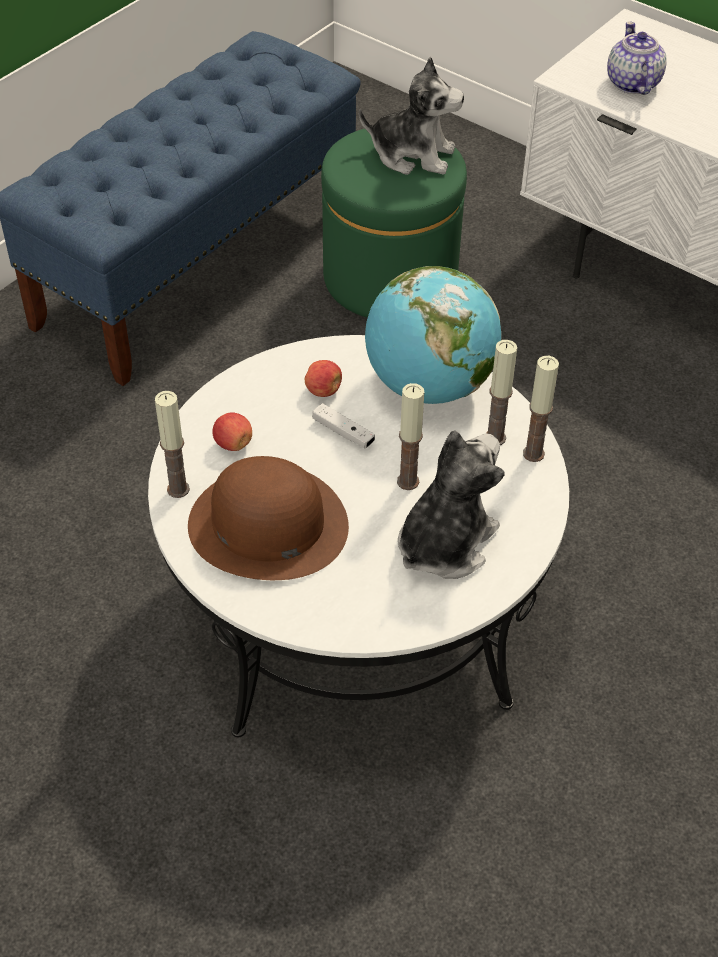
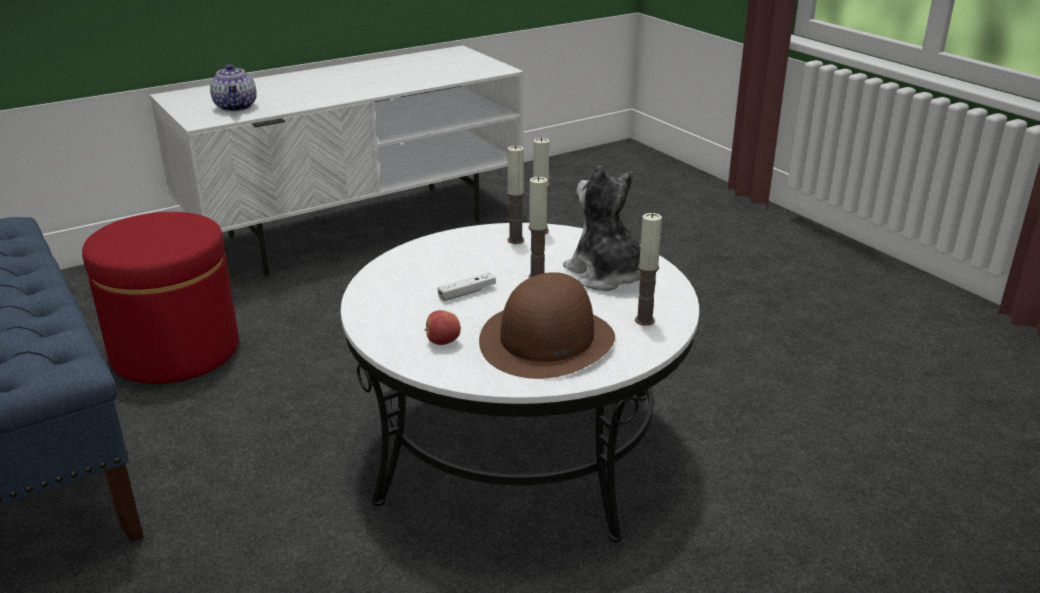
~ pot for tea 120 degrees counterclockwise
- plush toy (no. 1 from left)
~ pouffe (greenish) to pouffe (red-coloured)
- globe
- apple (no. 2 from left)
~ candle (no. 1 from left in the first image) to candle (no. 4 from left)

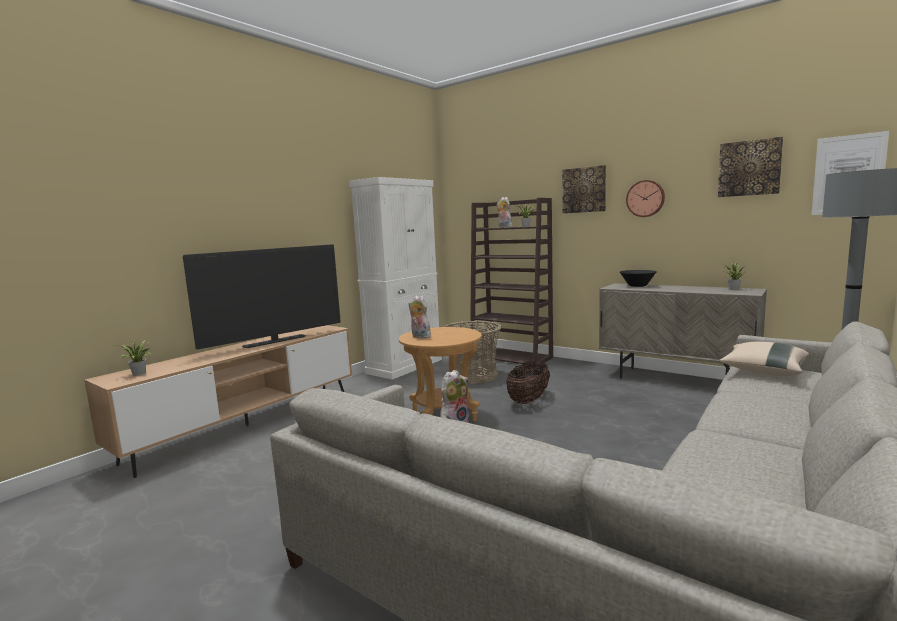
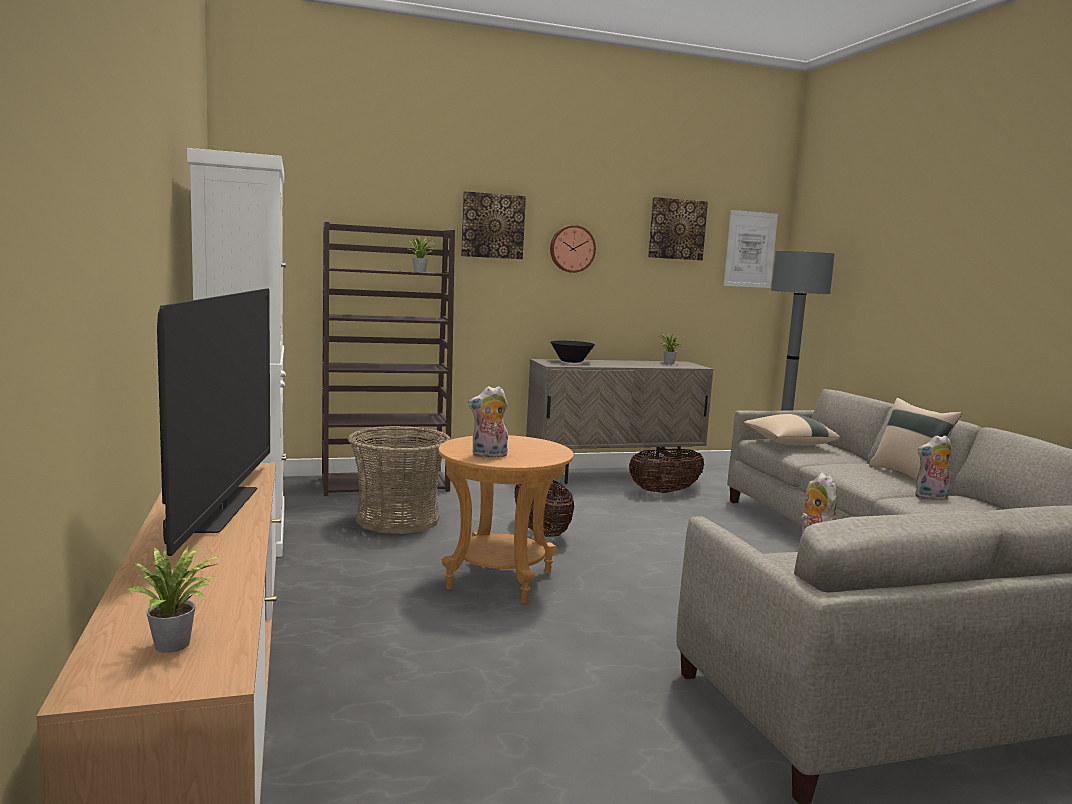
~ plush toy (no. 3 from left)
+ pillow (beige) (no. 2 from left)
+ household basket (no. 3 from left)

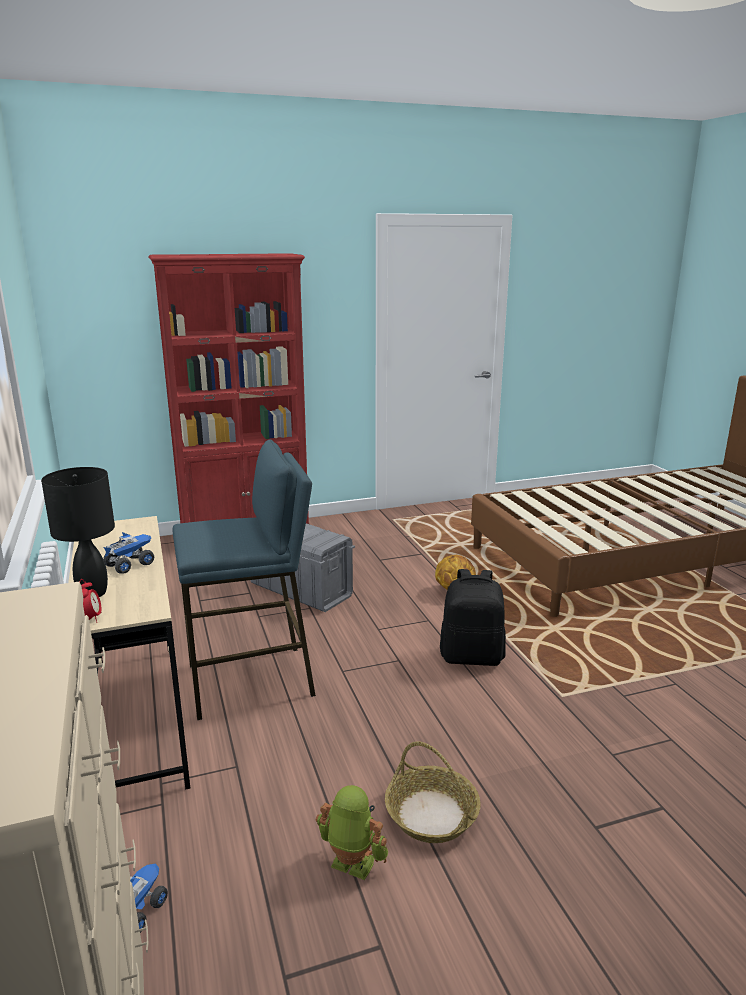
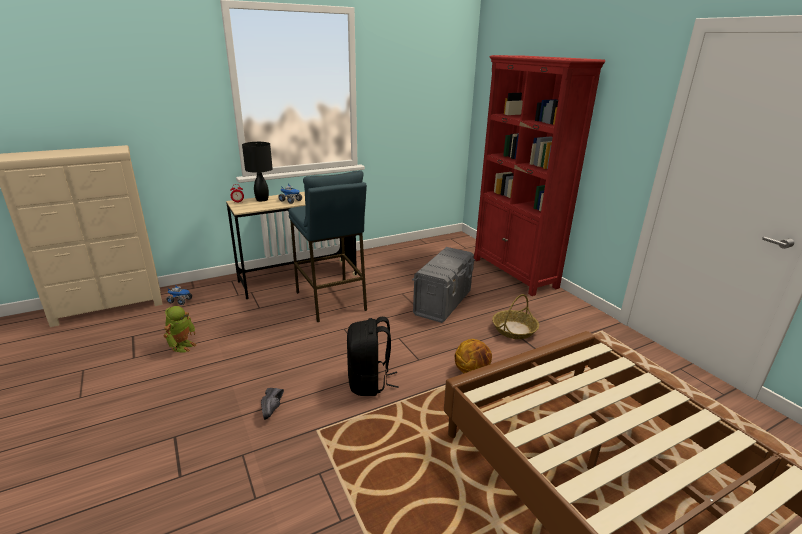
~ household basket
+ item of footwear (black-coloured)

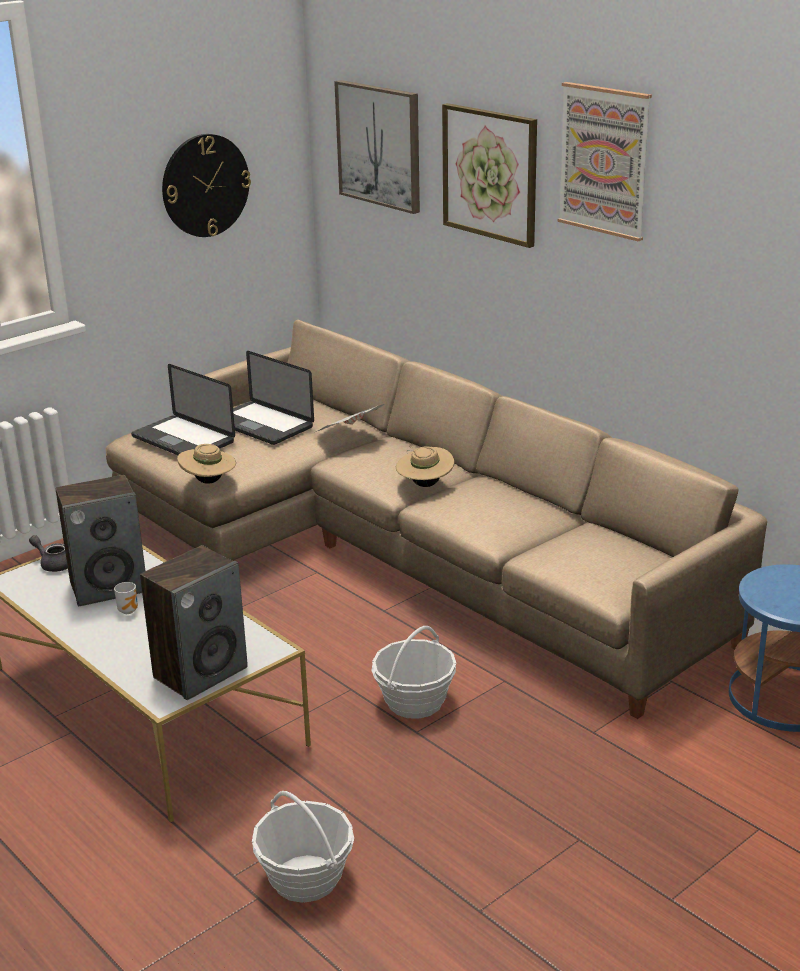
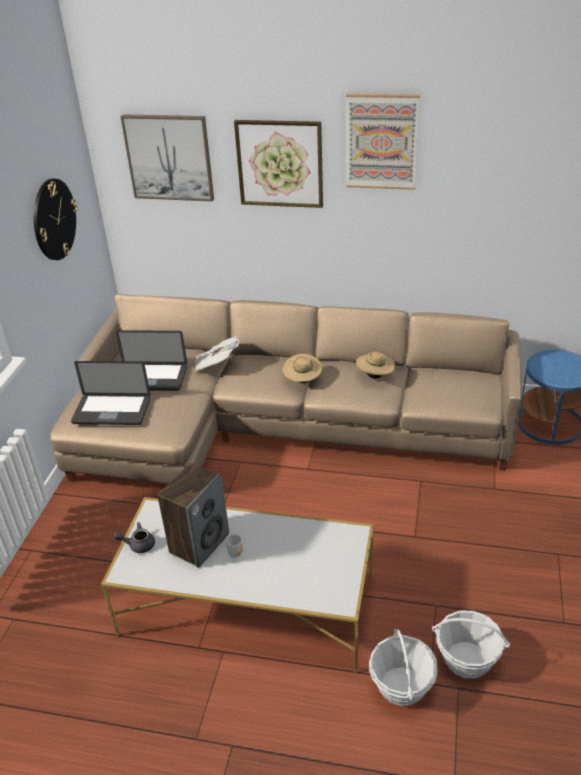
~ wearable hat (beige) (no. 1 from left in the first image) to wearable hat (beige) (no. 2 from left)
- audio speaker (no. 2 from left)
~ household basket (no. 2 from left in the first image) to household basket (no. 1 from left)

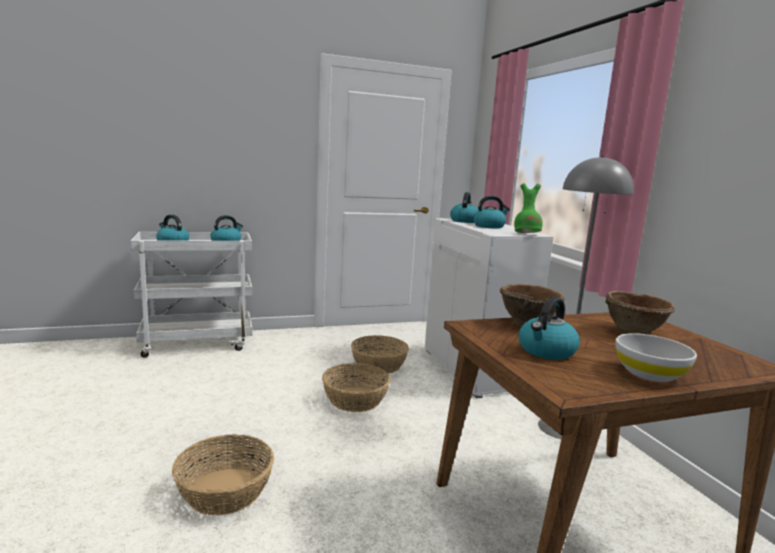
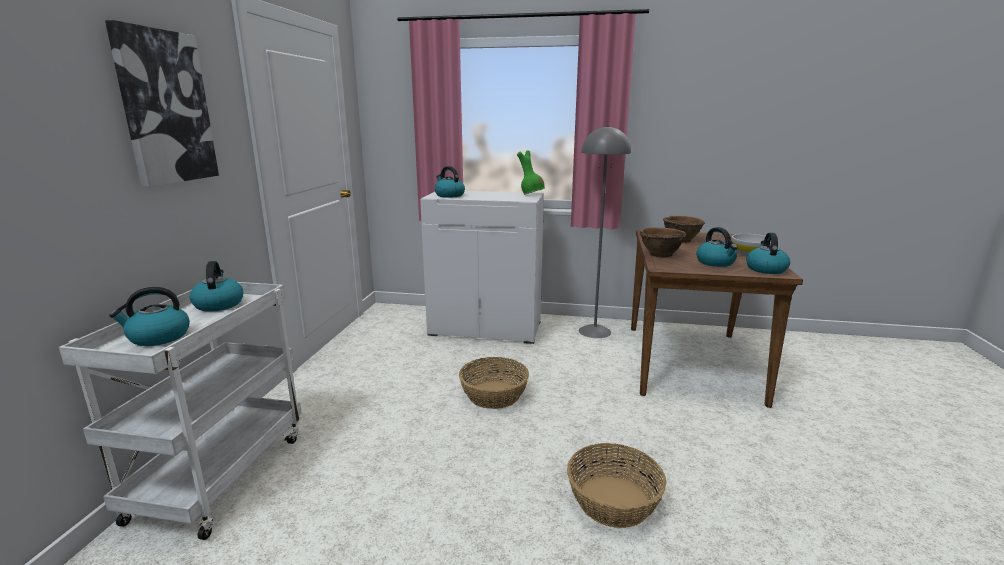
~ tea kettle (no. 4 from left in the first image) to tea kettle (no. 5 from left)
- household basket (no. 3 from left)
+ picture

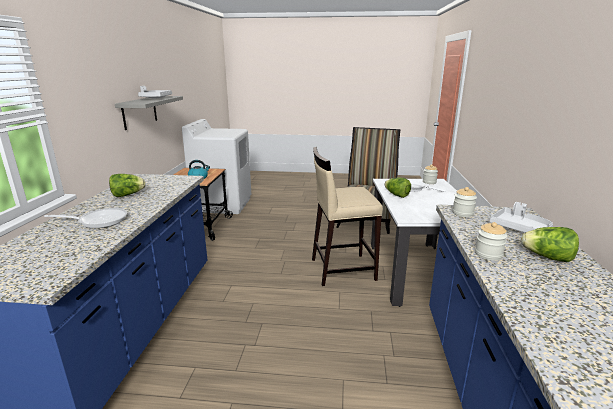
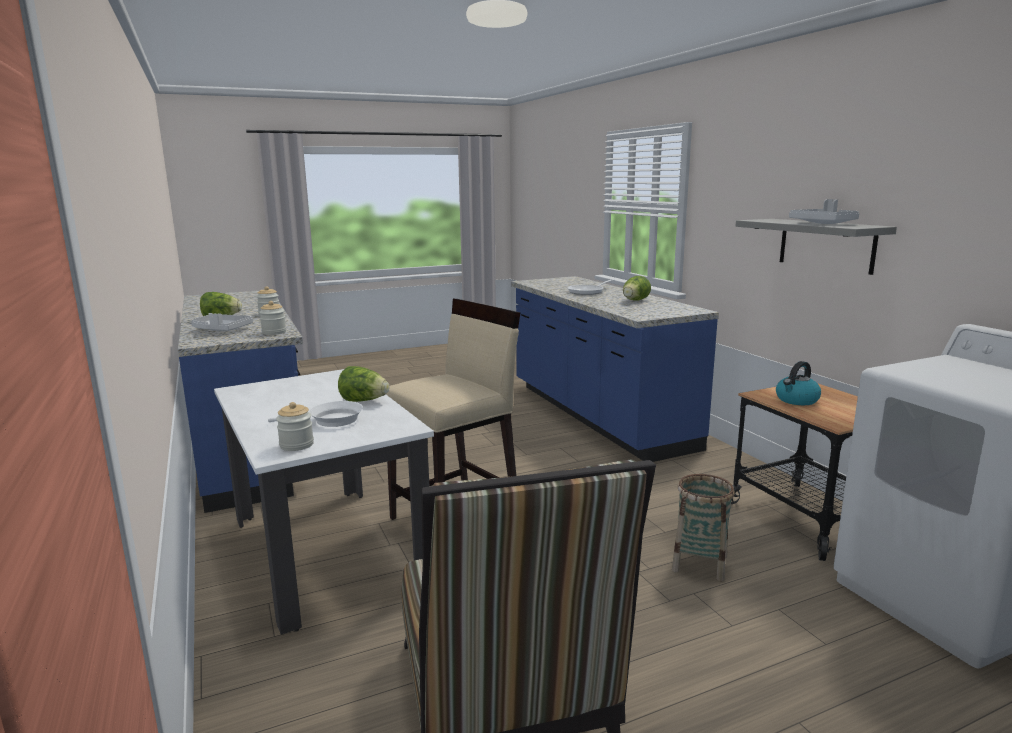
+ household basket

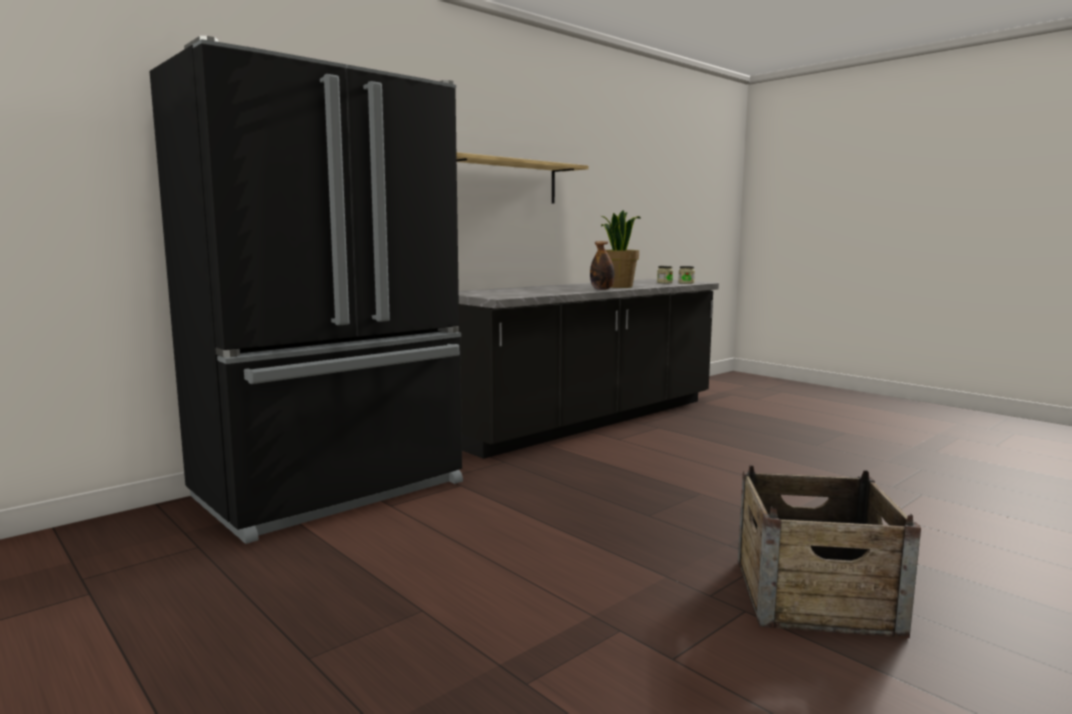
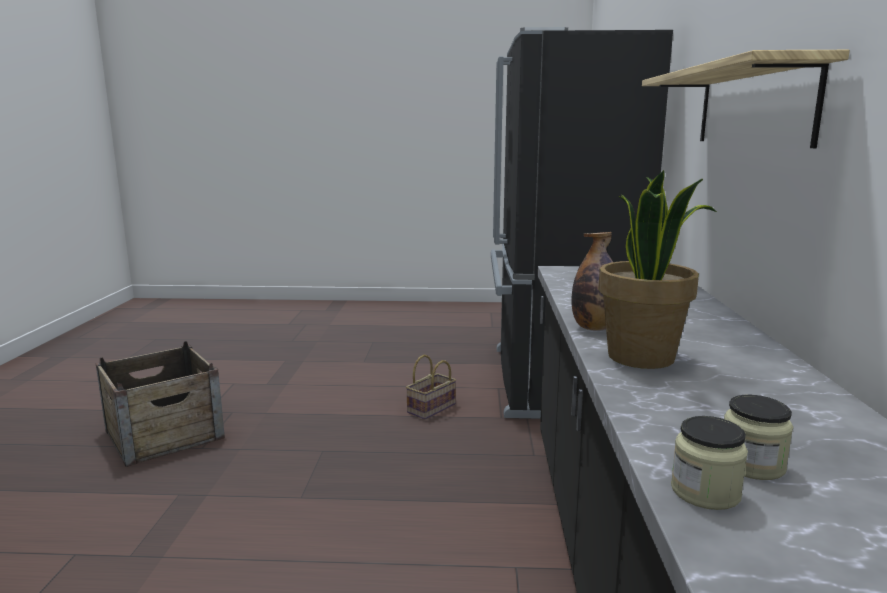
+ household basket

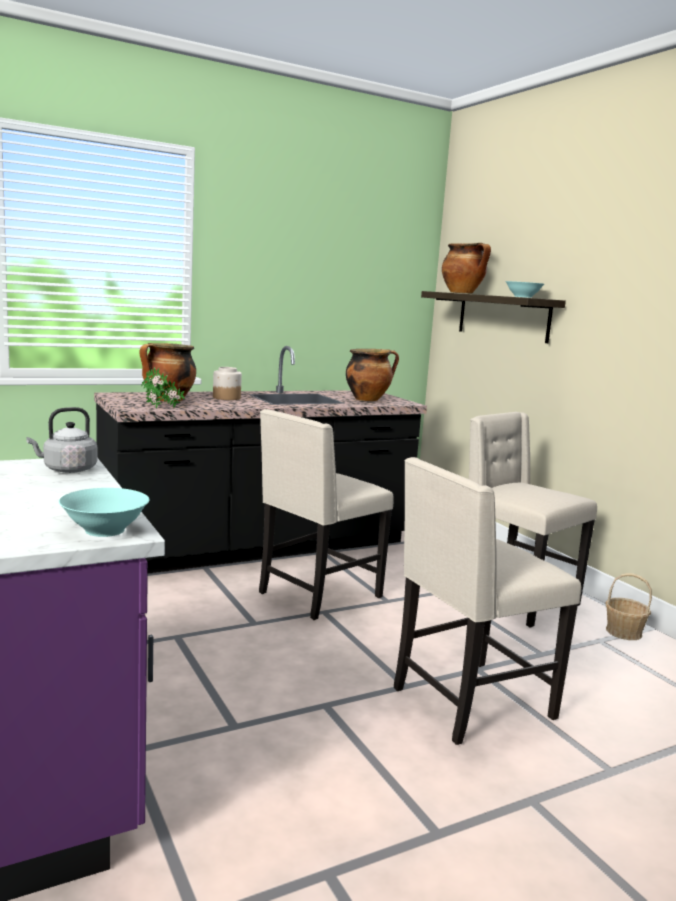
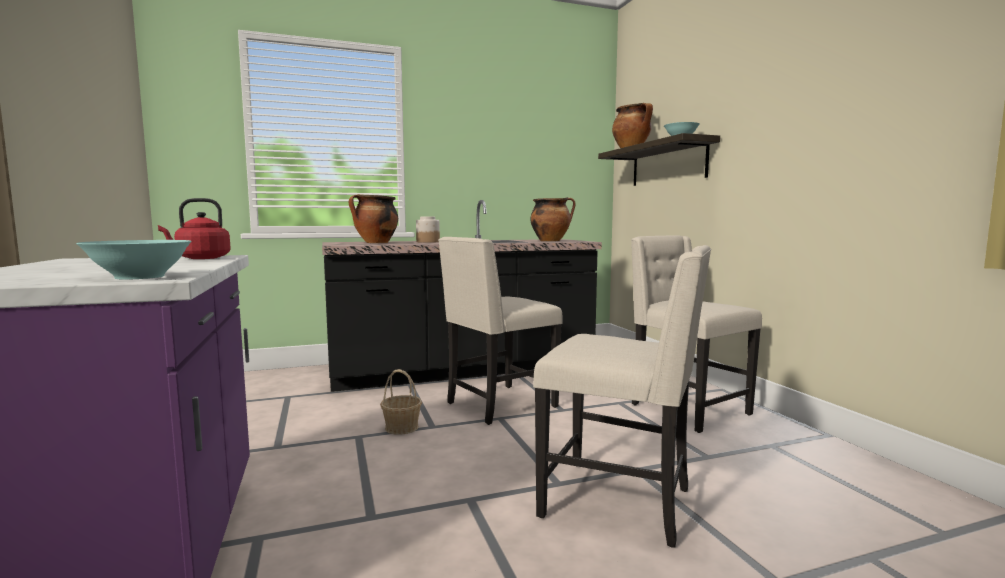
- potted plant
~ tea kettle (gray) to tea kettle (red-coloured)
~ chair (beige) (no. 2 from left) 135 degrees counterclockwise
~ household basket

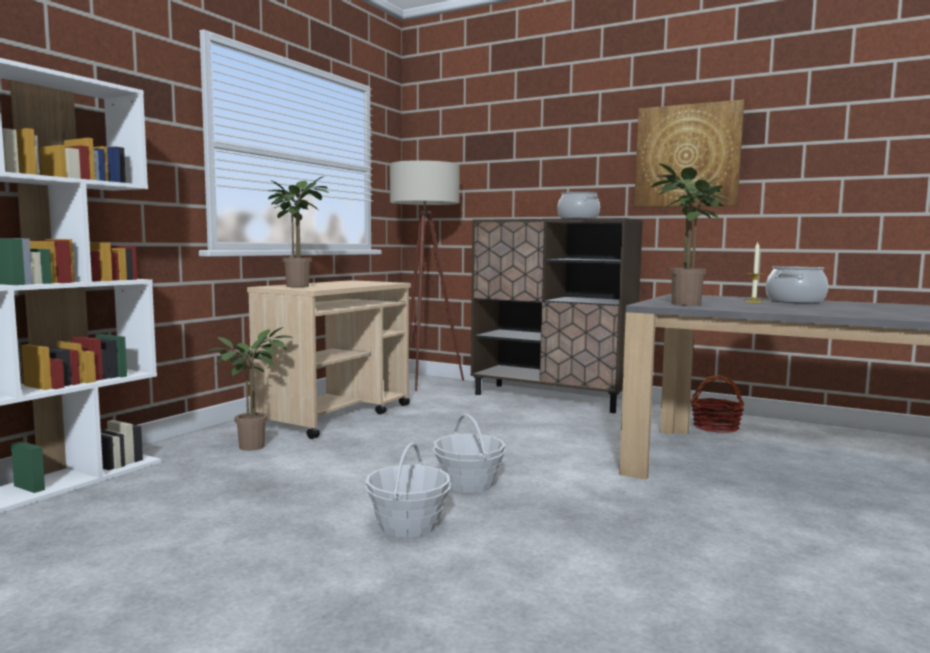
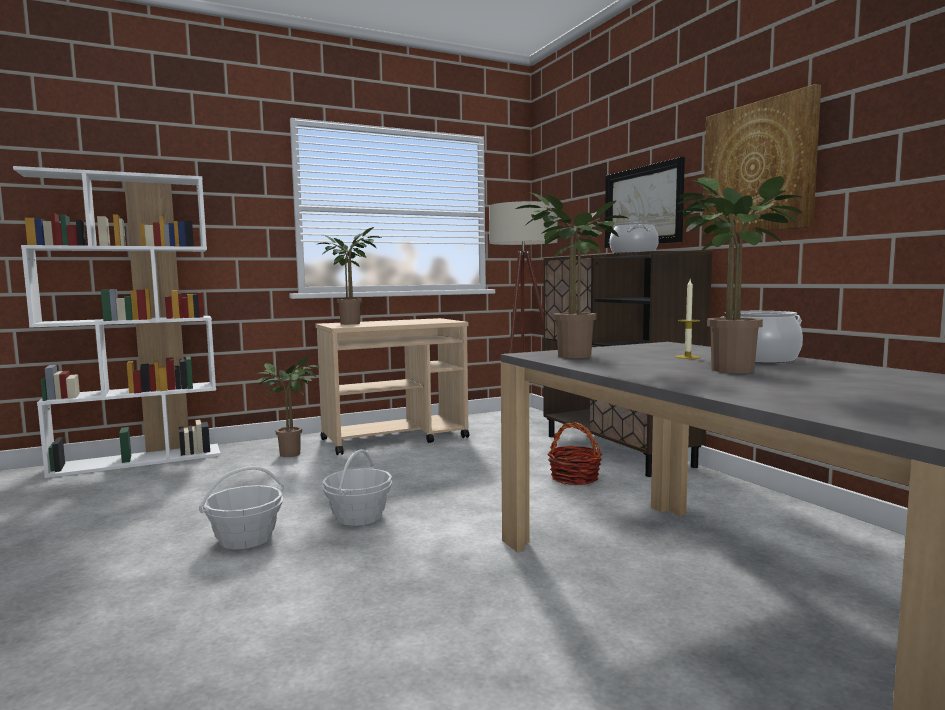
~ household basket (no. 3 from left)
+ picture (no. 1 from left)
+ potted plant (no. 4 from left)

